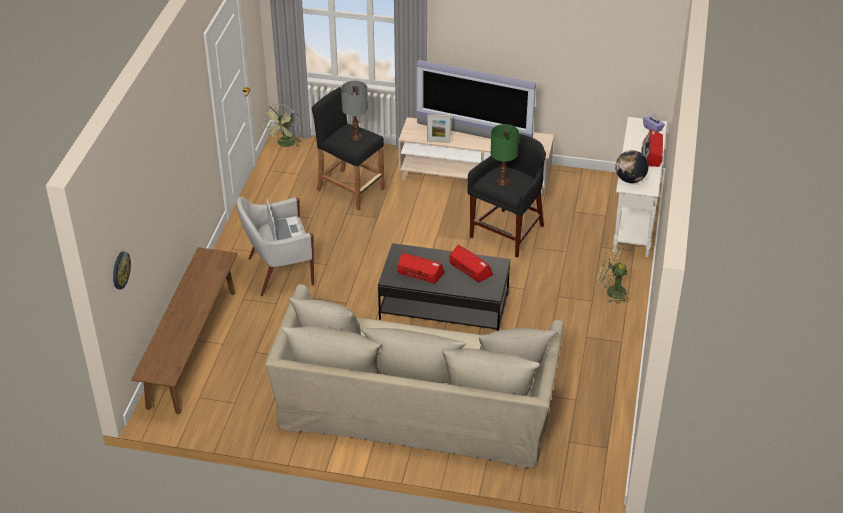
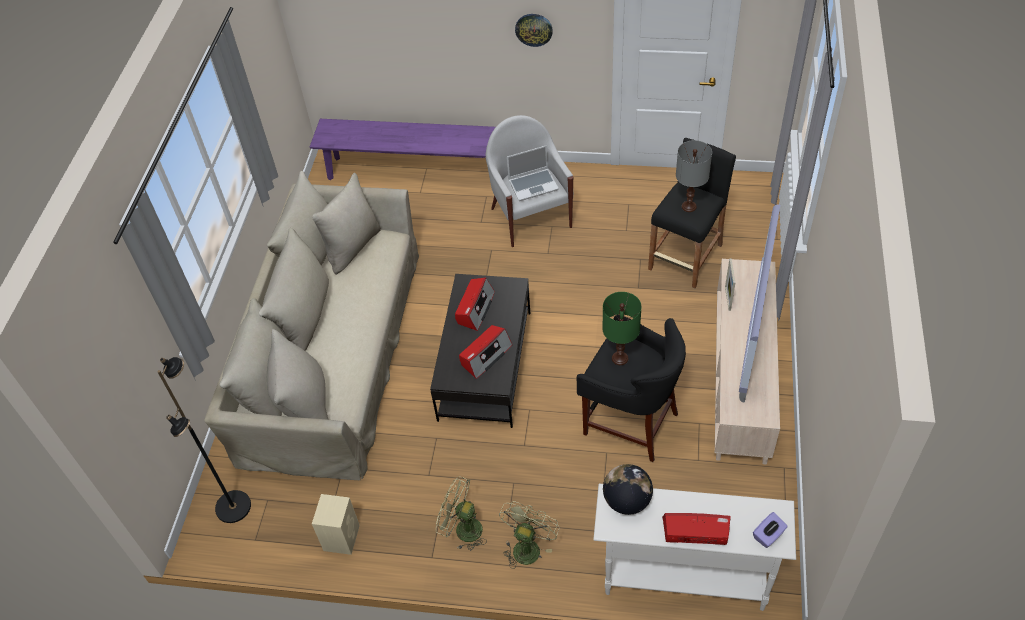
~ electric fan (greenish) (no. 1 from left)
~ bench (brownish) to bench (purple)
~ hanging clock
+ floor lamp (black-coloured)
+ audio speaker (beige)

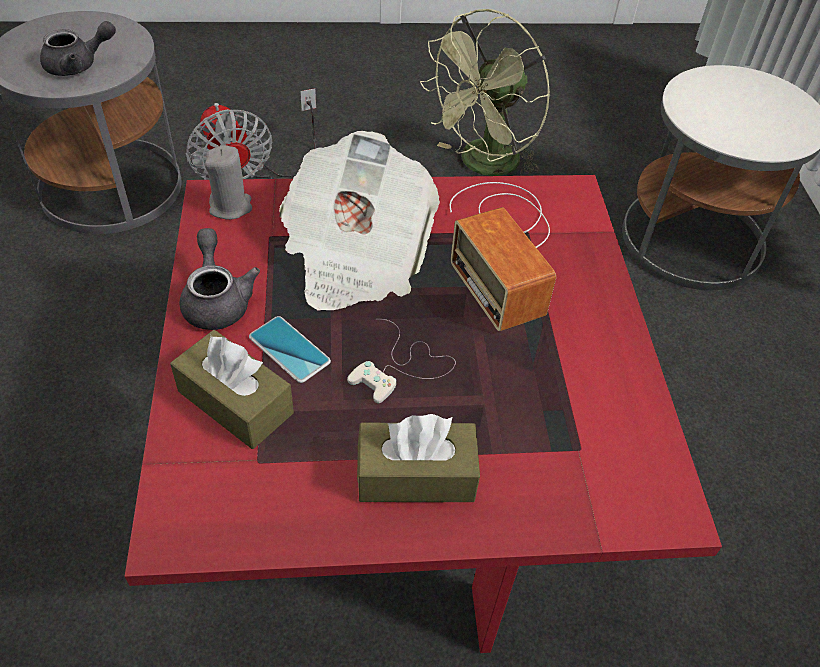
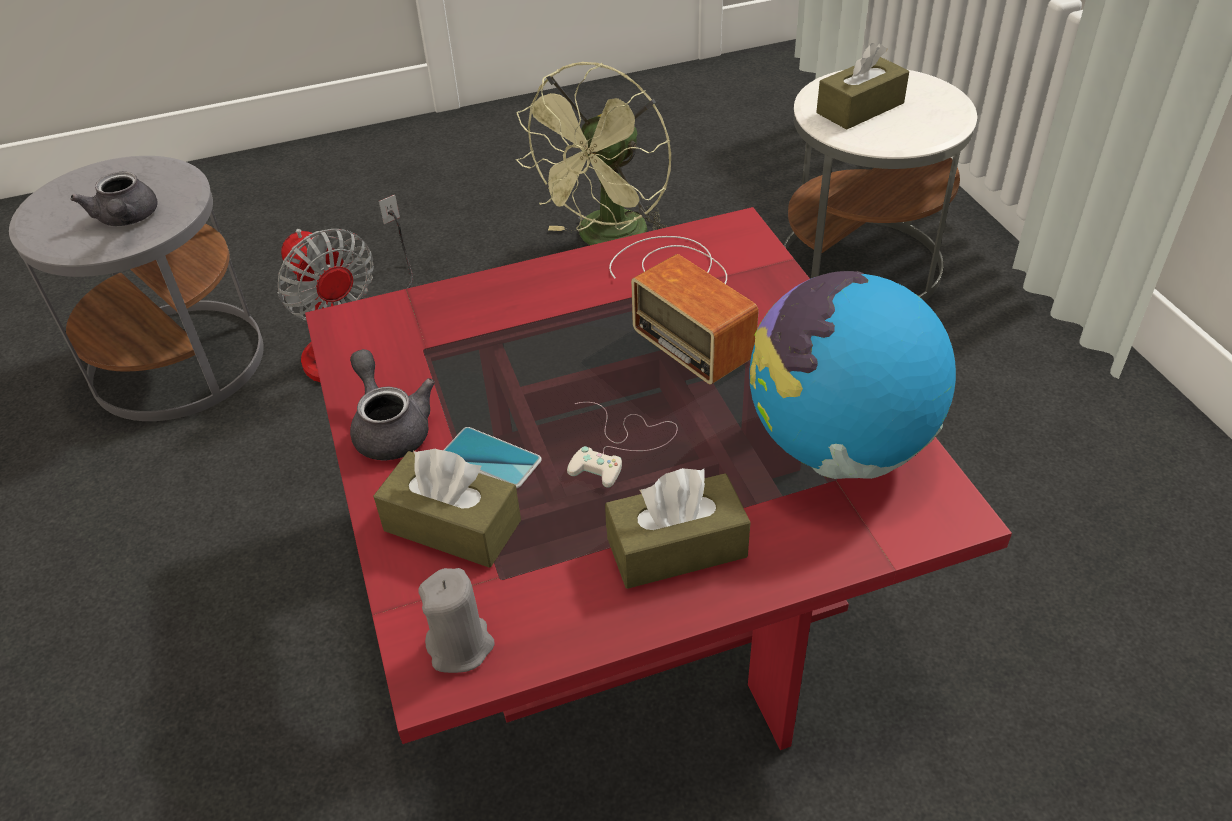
~ pot for tea (gray) (no. 1 from left) 105 degrees clockwise
- newspaper
~ candle (gray)
+ tissue box (brownish) (no. 3 from left)
+ globe

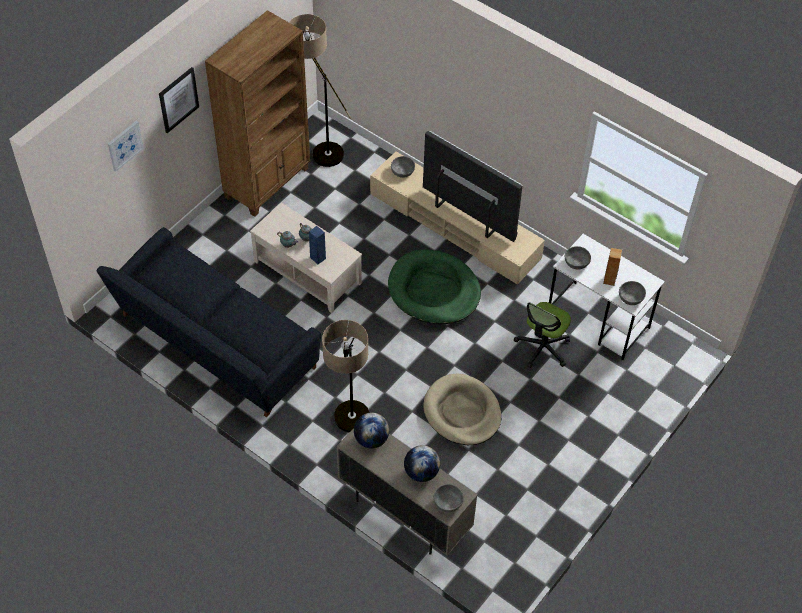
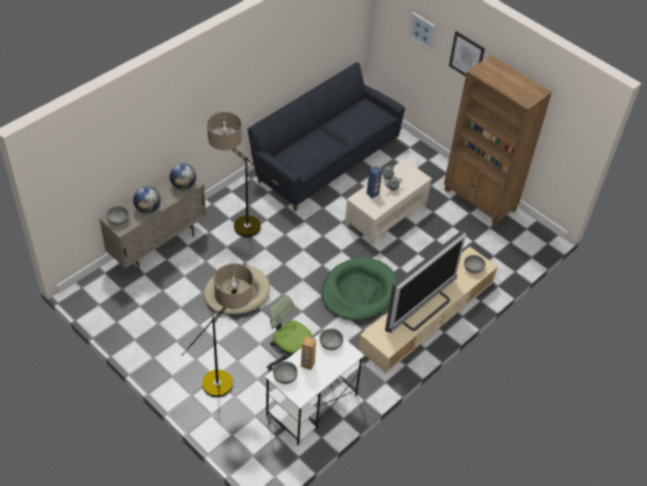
~ floor lamp (no. 1 from left)

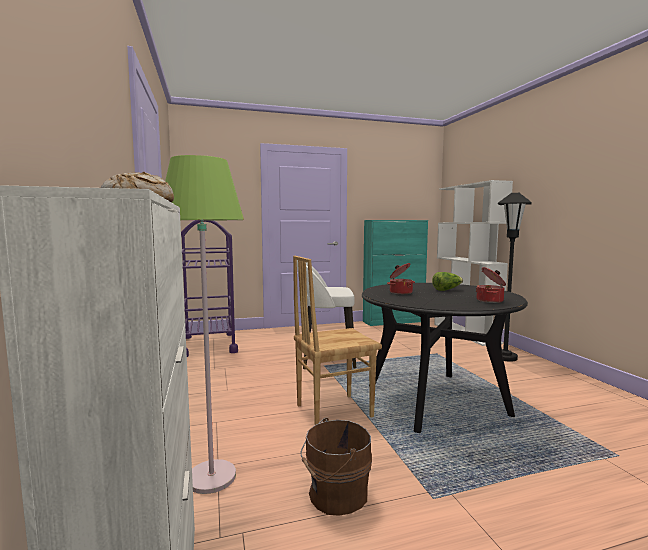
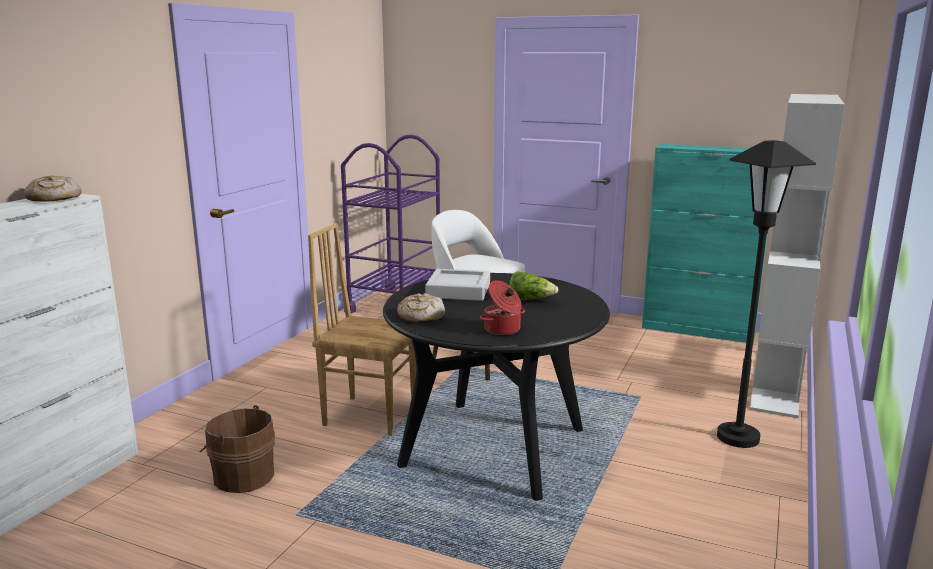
- floor lamp (greenish)
~ stockpot (no. 1 from left) to tray (gray)
+ bread (no. 2 from left)

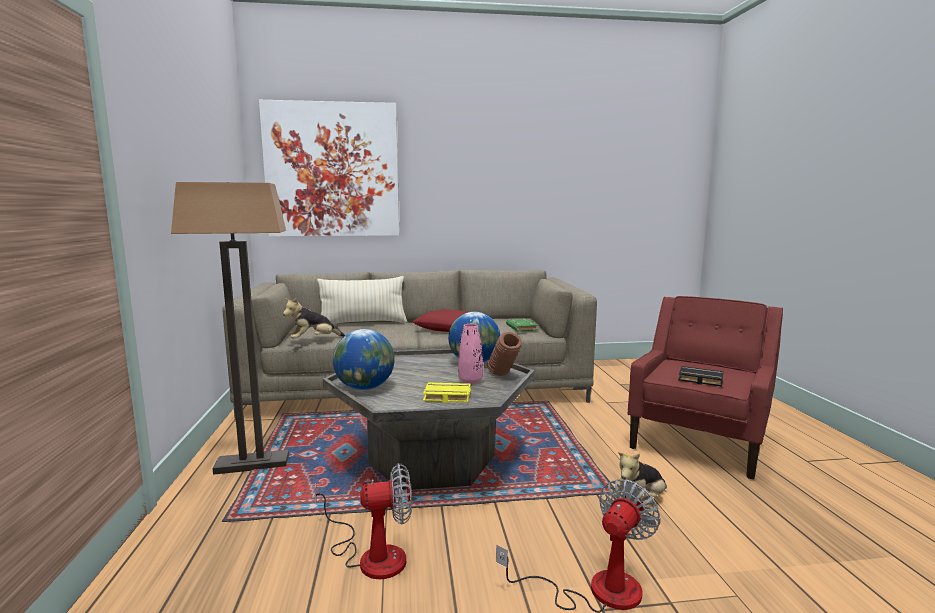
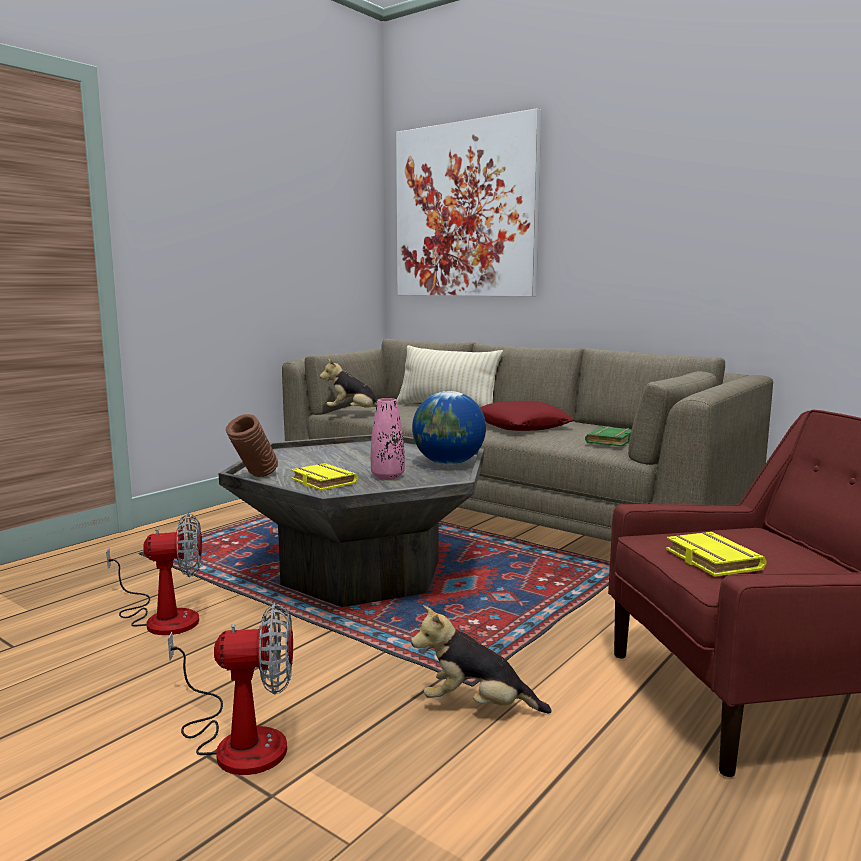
- floor lamp
- globe (no. 1 from left)
~ decorative vase (brownish)
~ book (black-coloured) to book (yellow-coloured) (no. 2 from left)
~ electric fan (no. 1 from left) 45 degrees counterclockwise

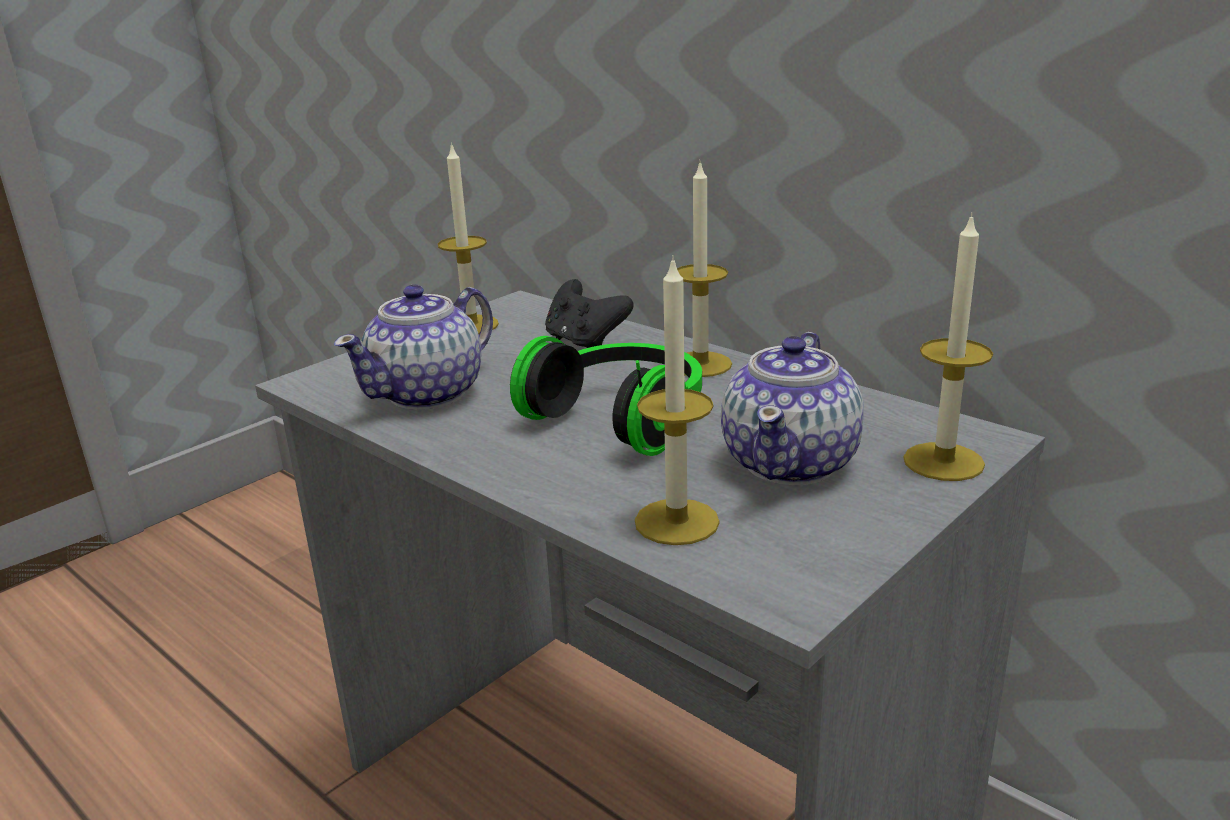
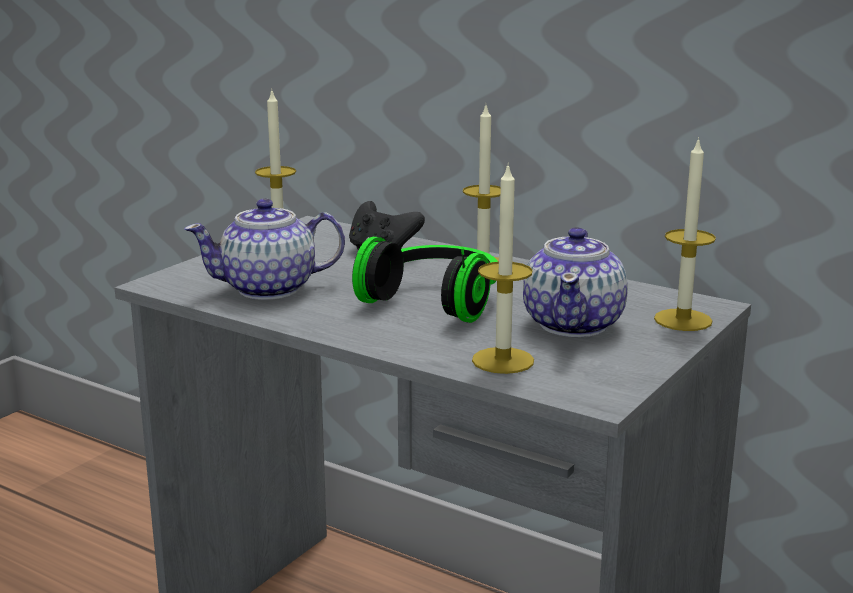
~ pot for tea (no. 1 from left) 45 degrees clockwise

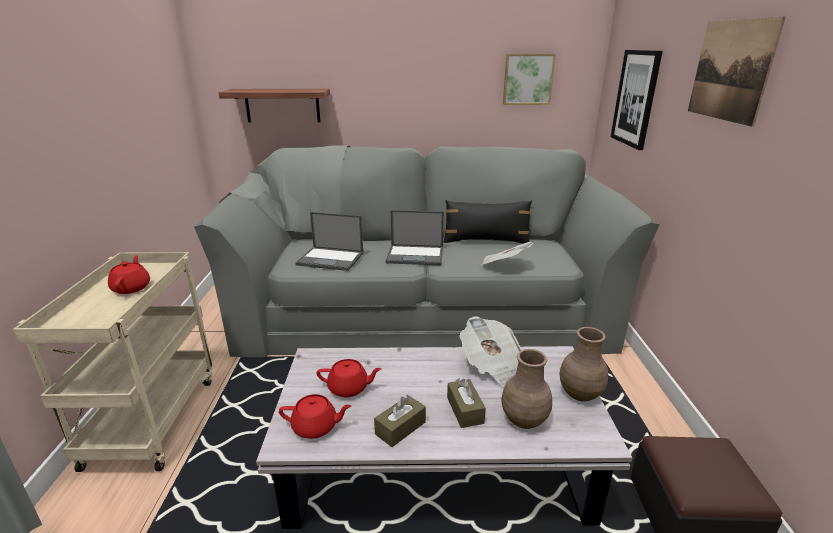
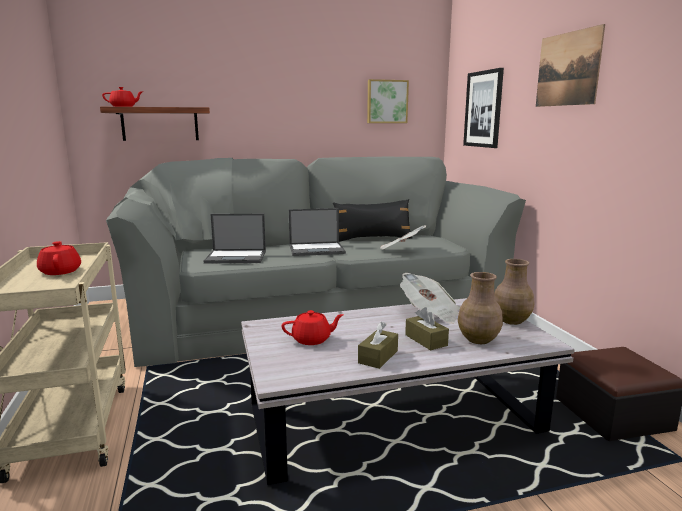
~ pot for tea (red-coloured) (no. 2 from left)

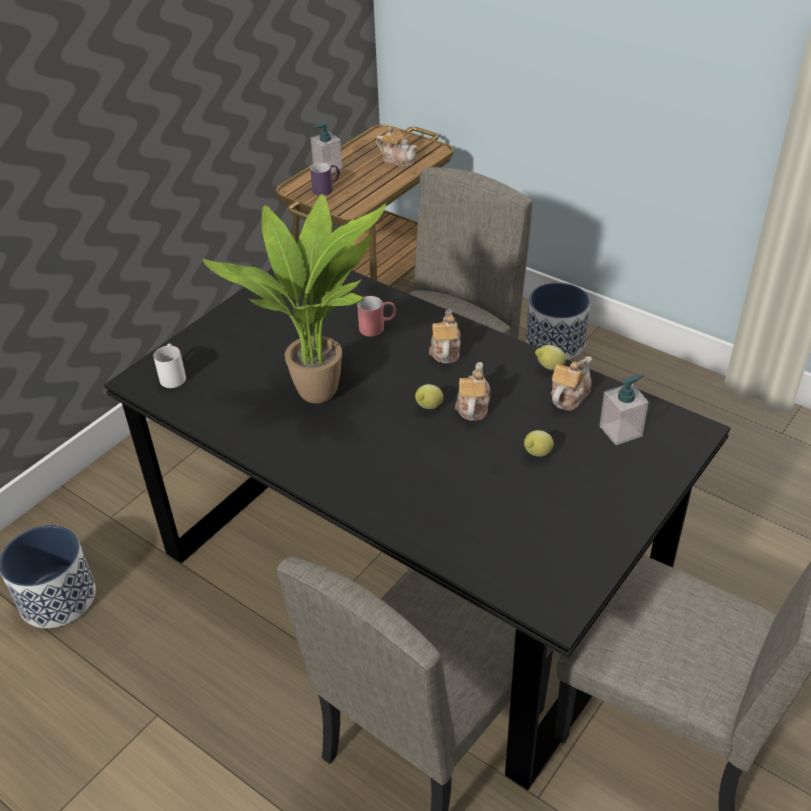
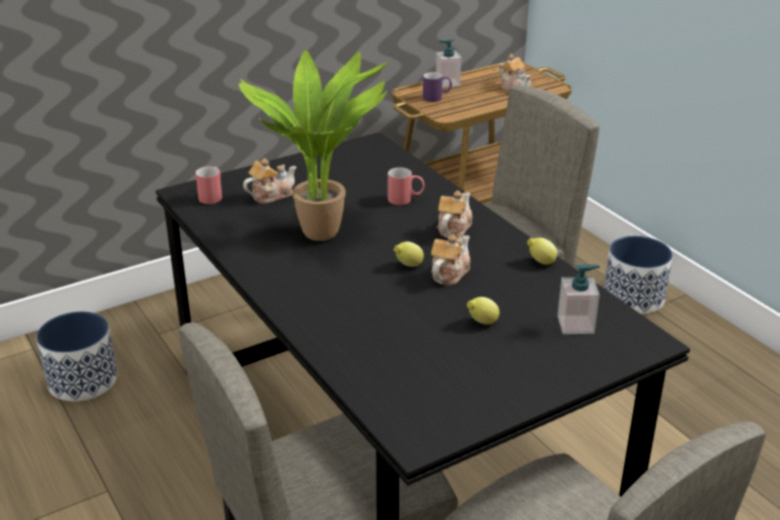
~ mug (white) to mug (red-coloured) (no. 1 from left)
~ pot for tea (no. 4 from left in the first image) to pot for tea (no. 1 from left)

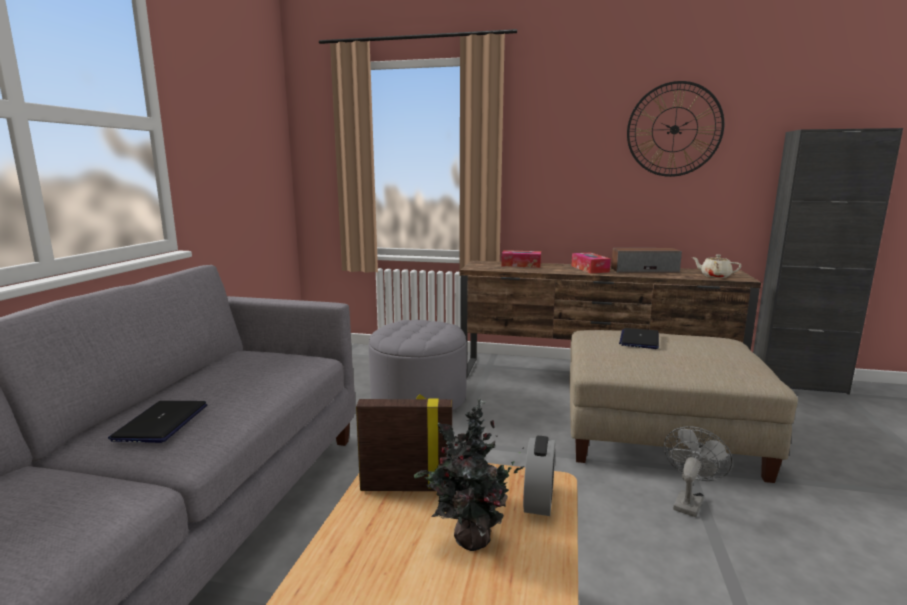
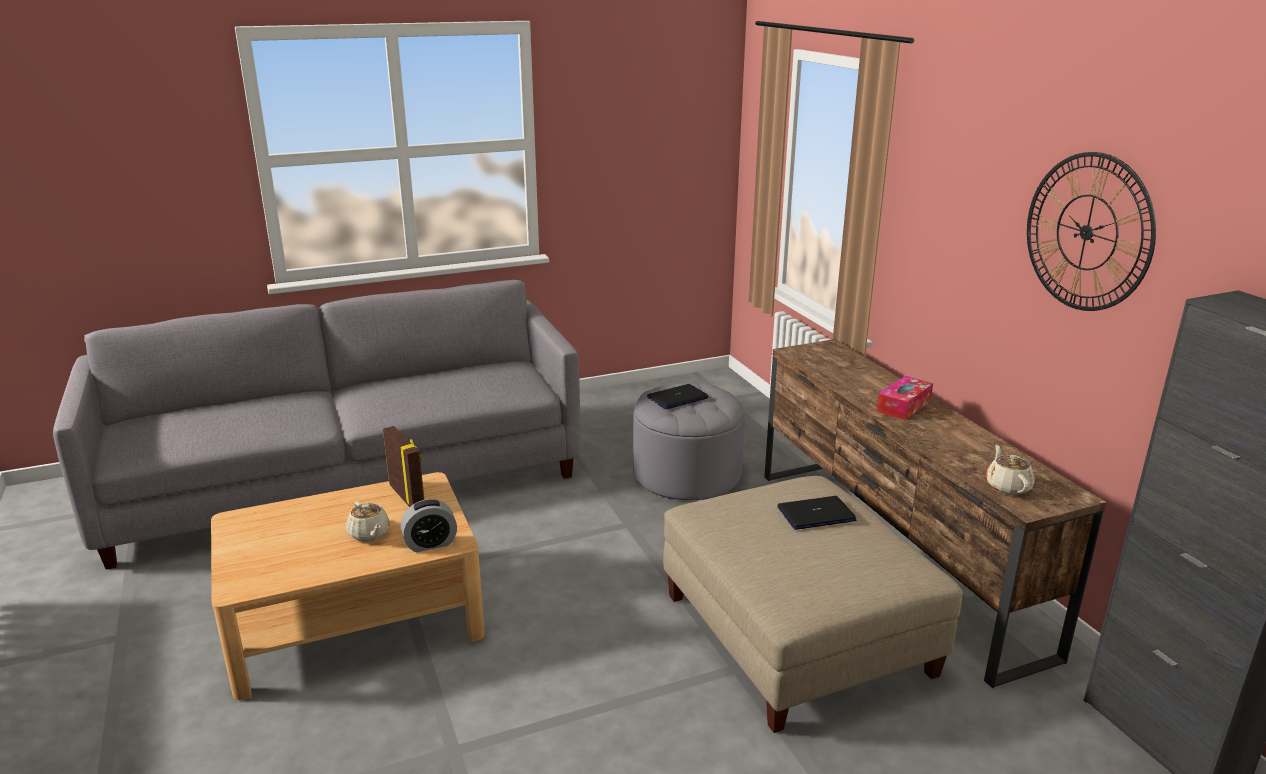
- audio speaker
- tissue box (no. 1 from left)
~ potted plant to pot for tea (beige) (no. 1 from left)
~ laptop (no. 1 from left)
- electric fan (gray)

